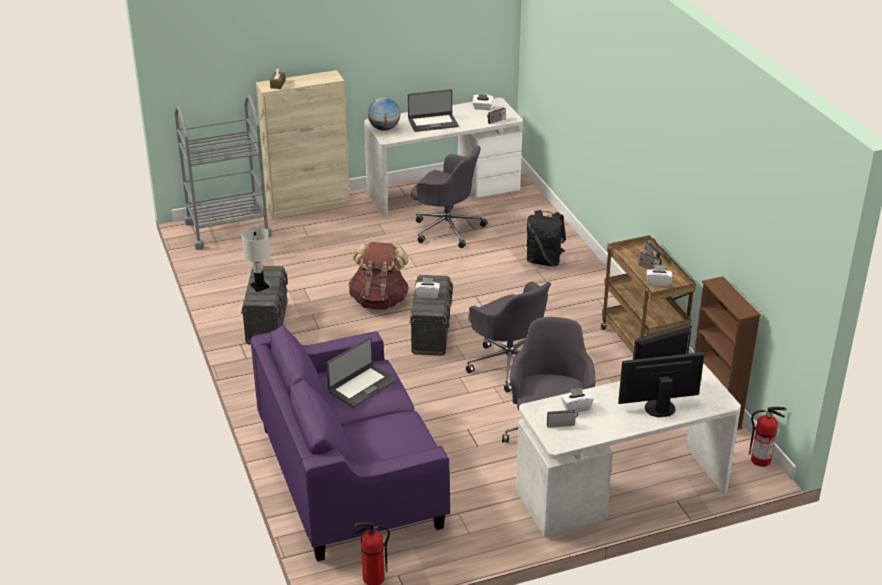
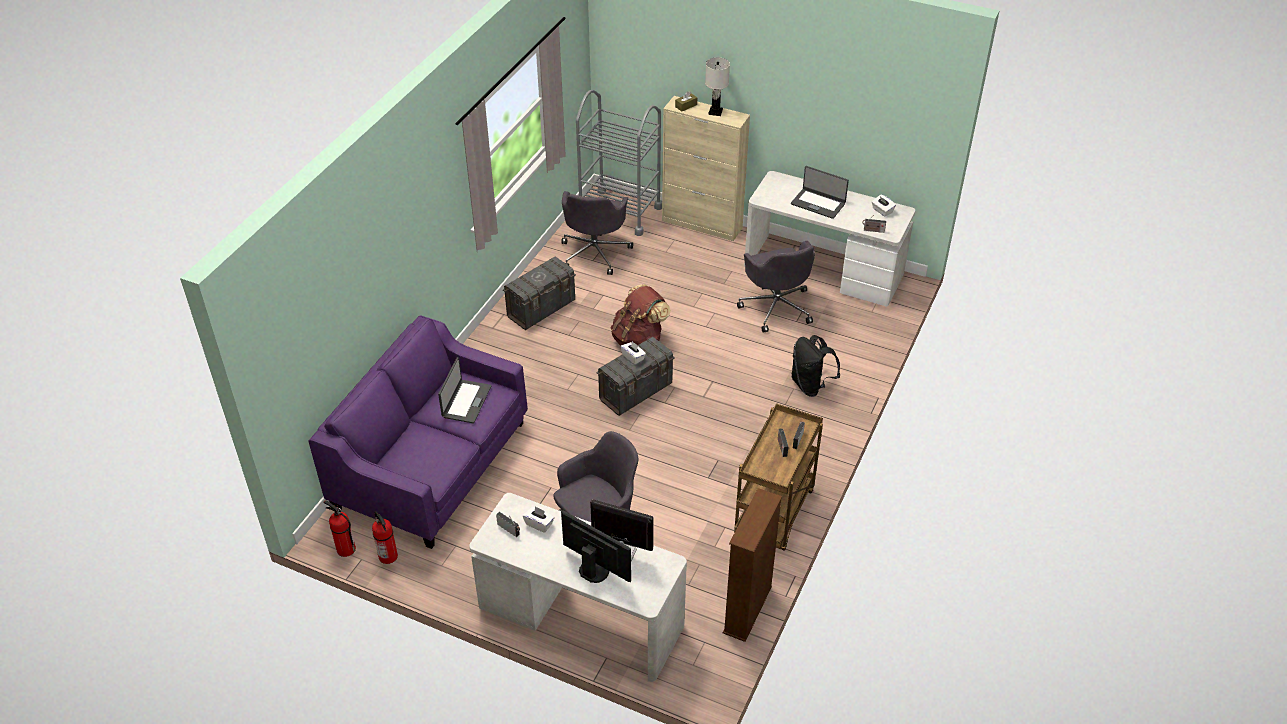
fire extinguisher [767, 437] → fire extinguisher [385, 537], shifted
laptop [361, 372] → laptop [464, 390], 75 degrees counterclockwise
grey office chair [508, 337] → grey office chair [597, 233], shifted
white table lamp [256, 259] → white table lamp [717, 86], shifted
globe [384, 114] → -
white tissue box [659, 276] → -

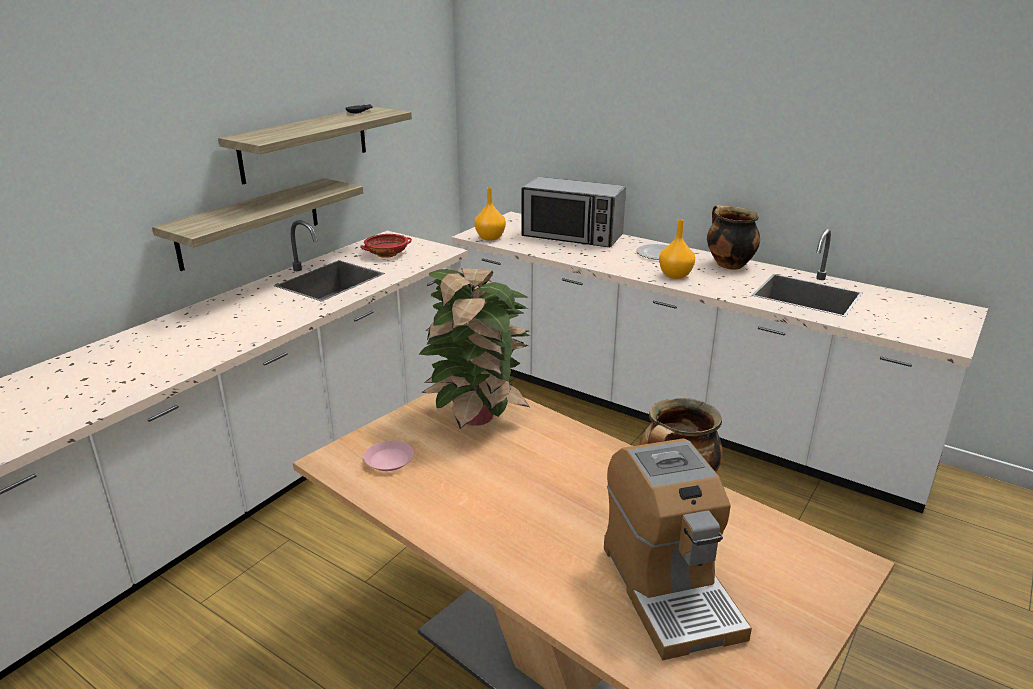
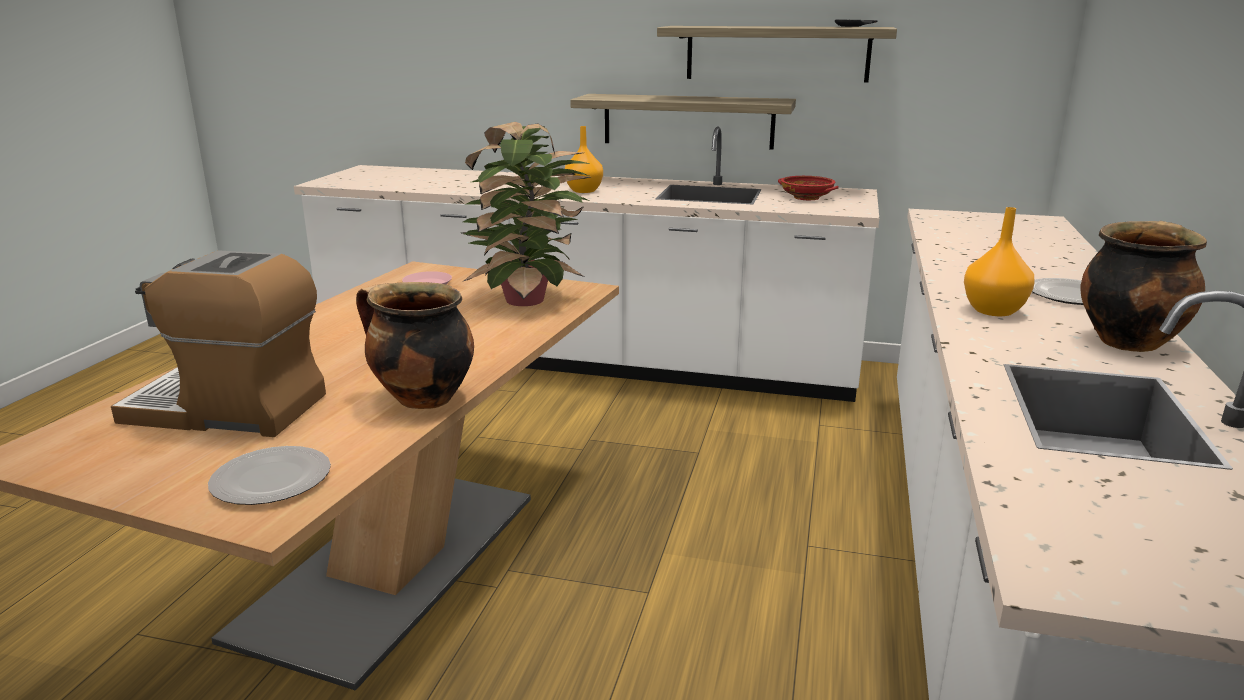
coffee machine [678, 549] → coffee machine [218, 343], 45 degrees clockwise
- → plate [269, 475]
orange vase [490, 214] → orange vase [584, 159], shifted
microwave [573, 212] → -

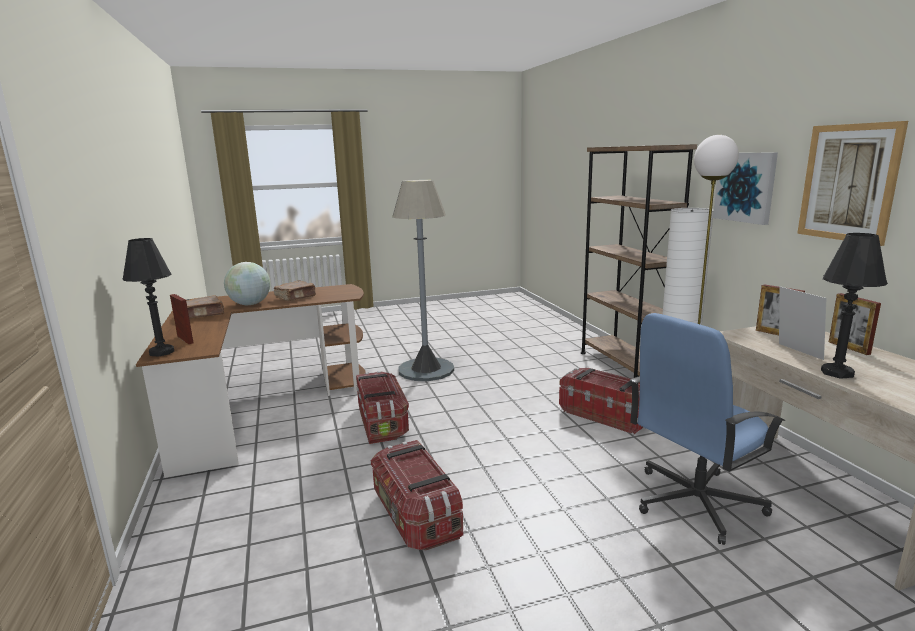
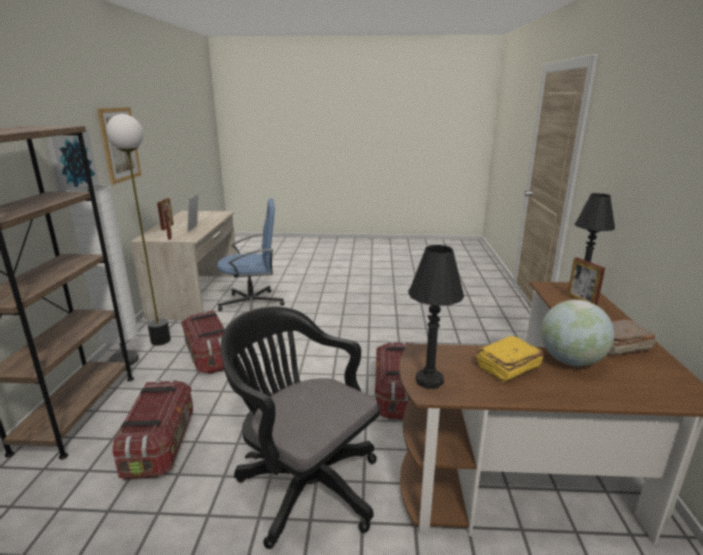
storage box [417, 495] → storage box [153, 430], shifted
grey floor lamp [423, 280] → black office chair [300, 427]
black table lamp [854, 306] → black table lamp [436, 317], shifted
brown book [294, 291] → yellow book [510, 359]

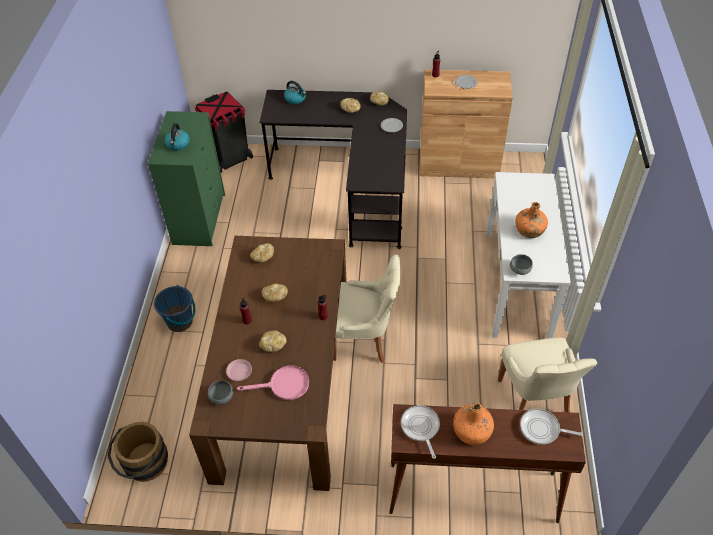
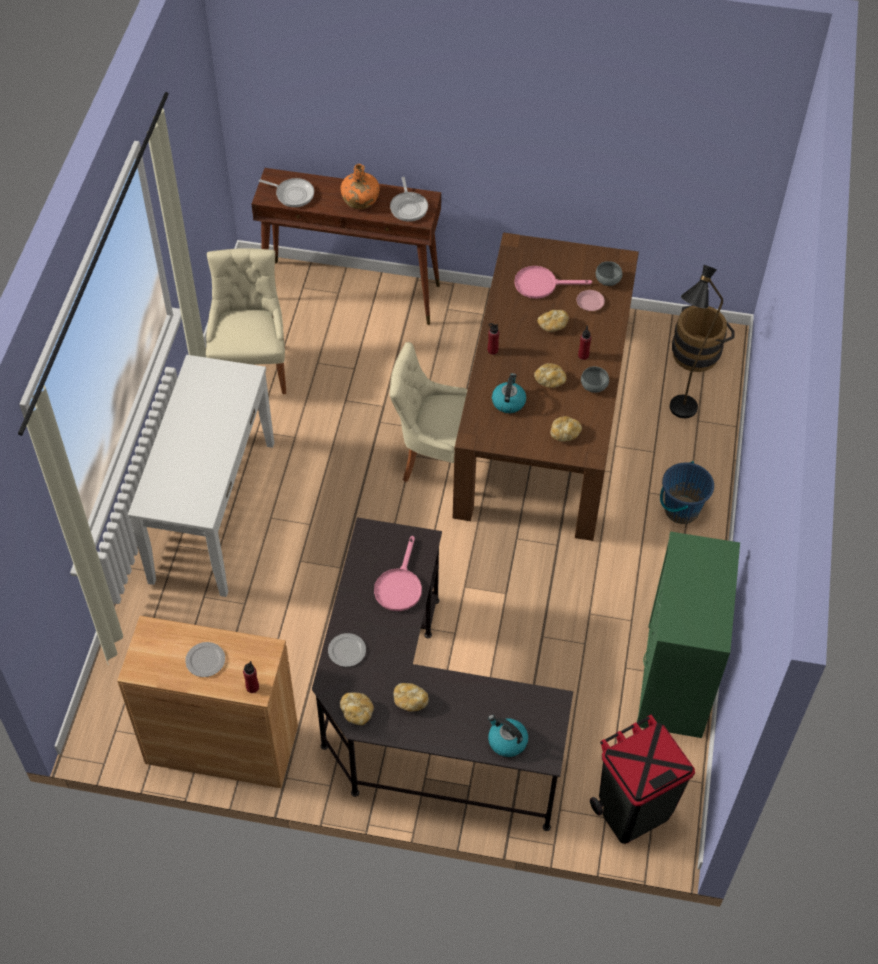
- → pink frying pan [398, 573]
kettle [177, 136] → kettle [509, 393], shifted
grey bowl [521, 264] → grey bowl [595, 379], shifted
- → black floor lamp [696, 341]
orange bottle [531, 220] → -

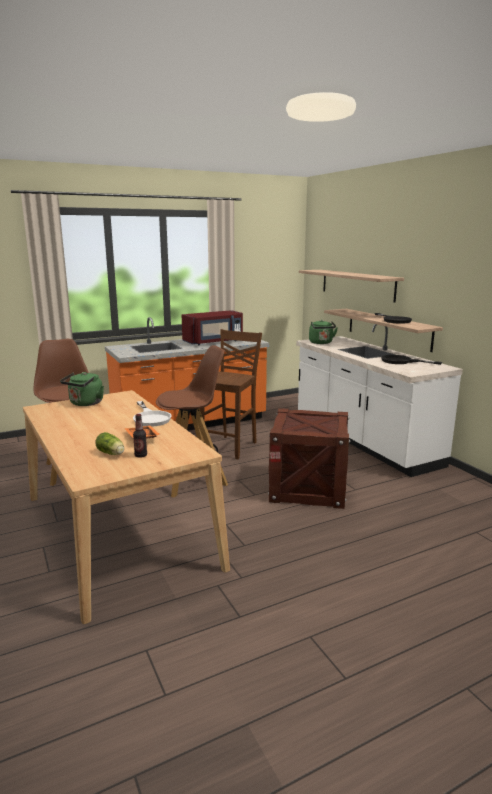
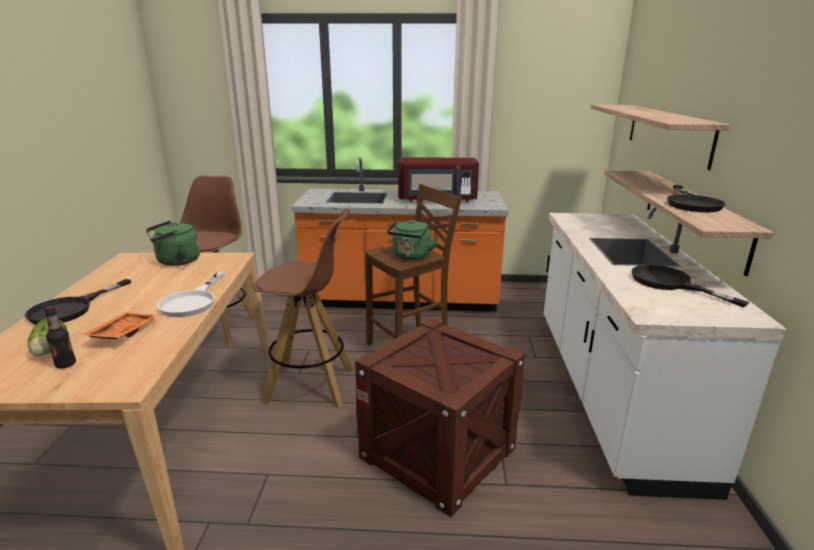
- → black frying pan [78, 301]
green kettle [323, 332] → green kettle [413, 240], shifted

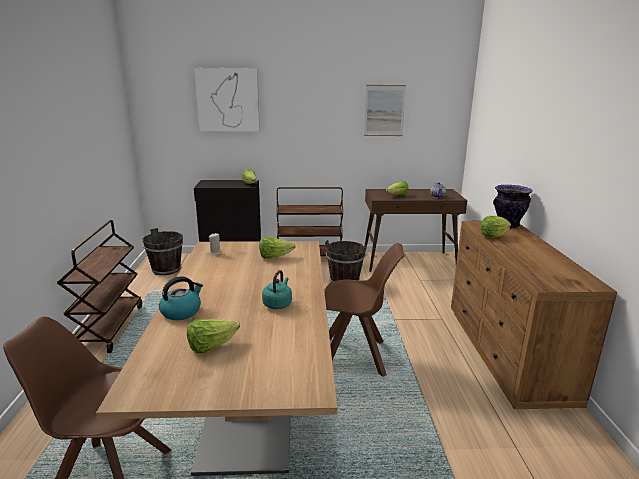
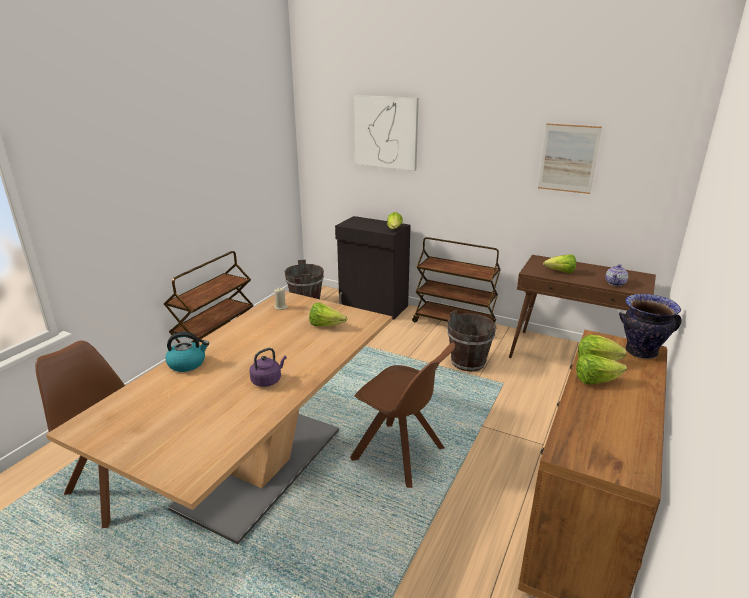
turquoise kettle [277, 289] → purple kettle [268, 367]
lettuce [213, 336] → lettuce [601, 369], shifted

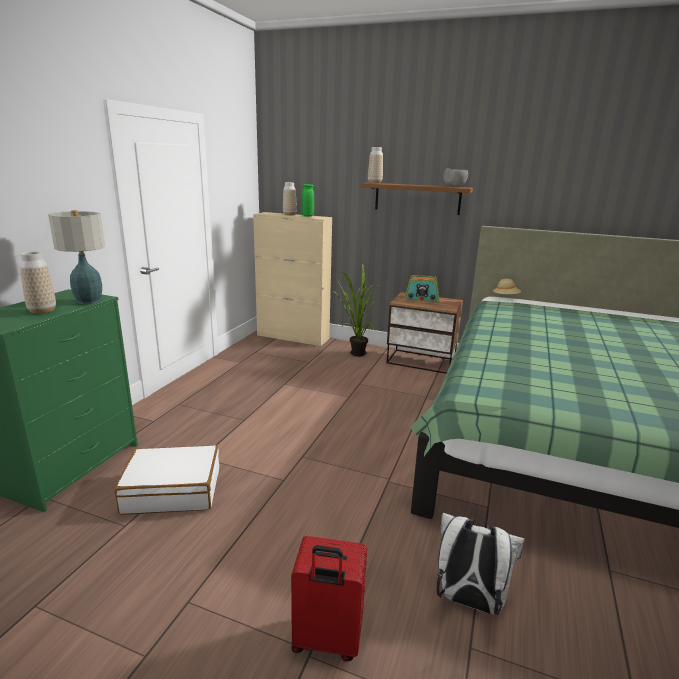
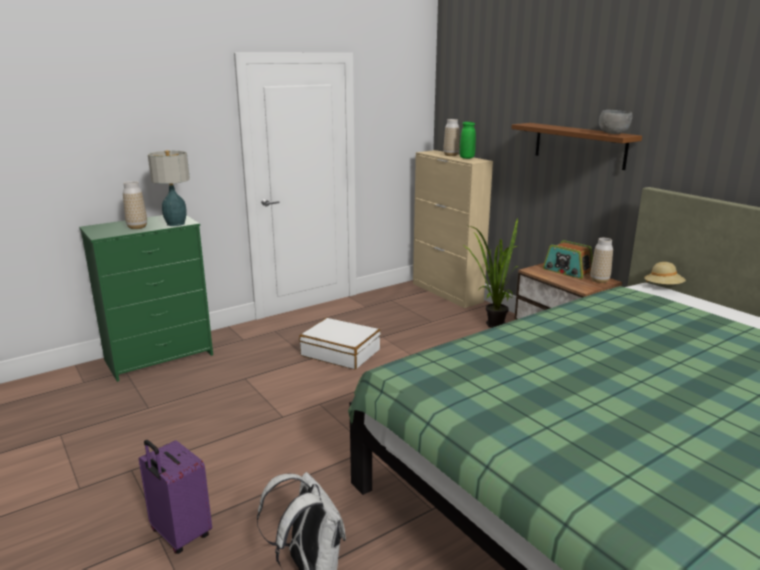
red suitcase [329, 599] → purple suitcase [175, 497]
white suitcase [166, 480] → white suitcase [340, 343], shifted
vase [375, 165] → vase [601, 260], shifted

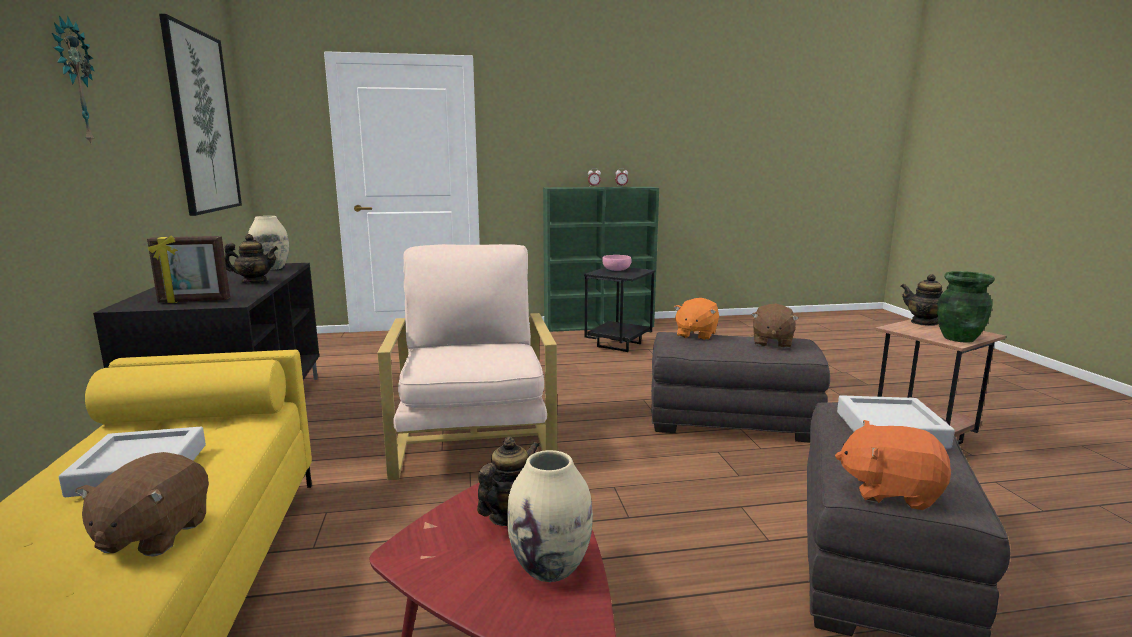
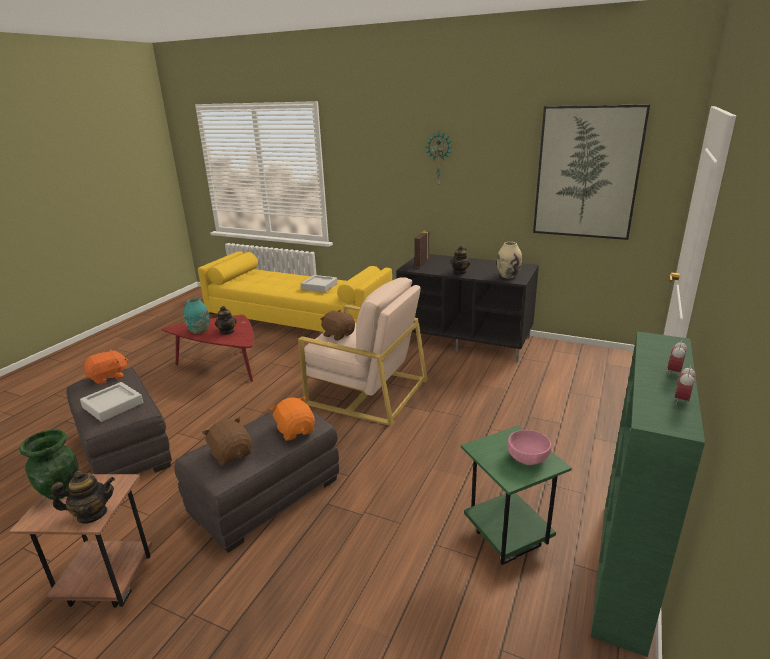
beige vase [550, 516] → turquoise vase [196, 316]
brown plush toy [142, 504] → brown plush toy [337, 325], shifted
black side table [619, 309] → green side table [516, 495]

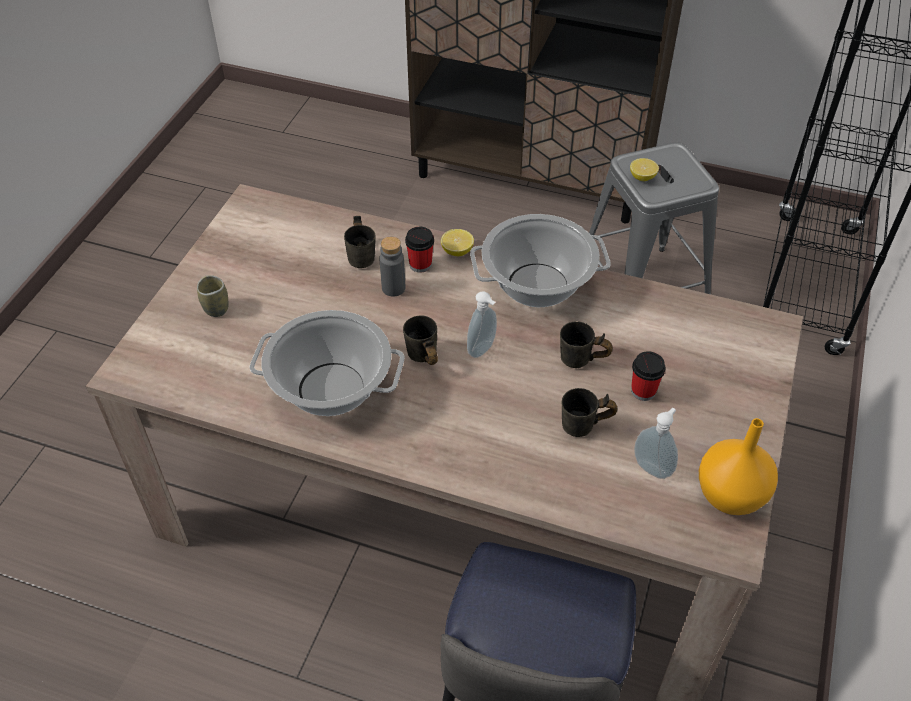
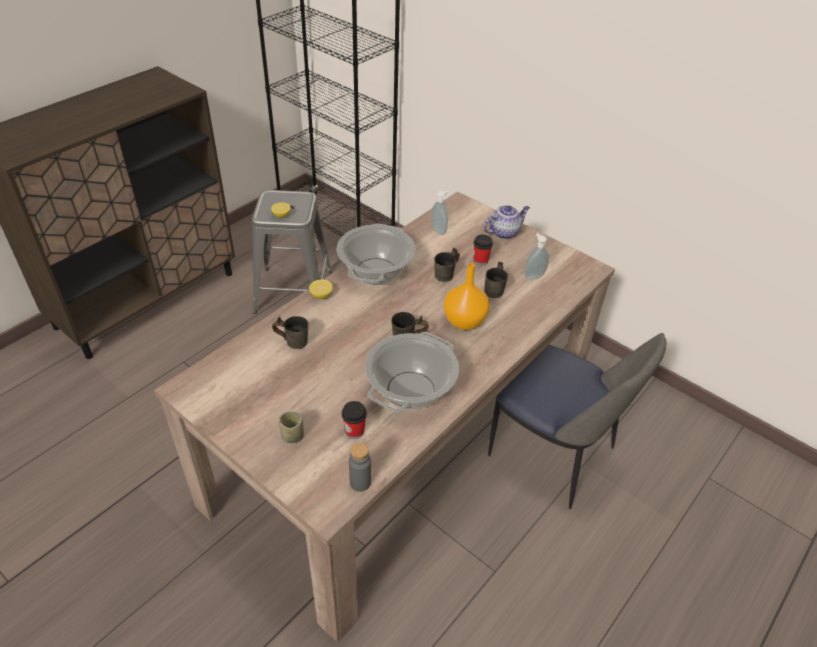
cup [419, 250] → cup [354, 420], shifted
grey bottle [392, 267] → grey bottle [360, 467], shifted
soap dispenser [482, 324] → soap dispenser [440, 213], shifted
orange vase [738, 466] → orange vase [467, 296], shifted
- → teapot [506, 222]

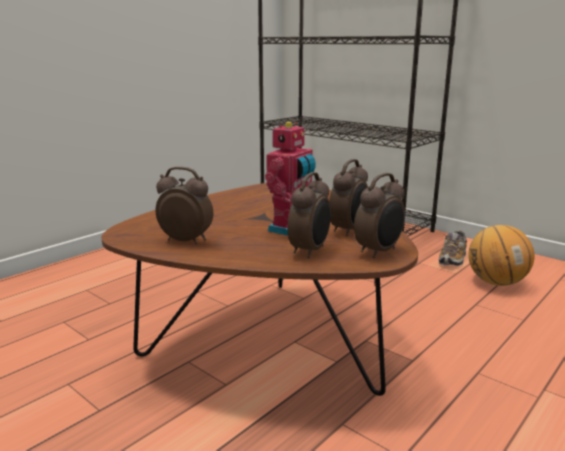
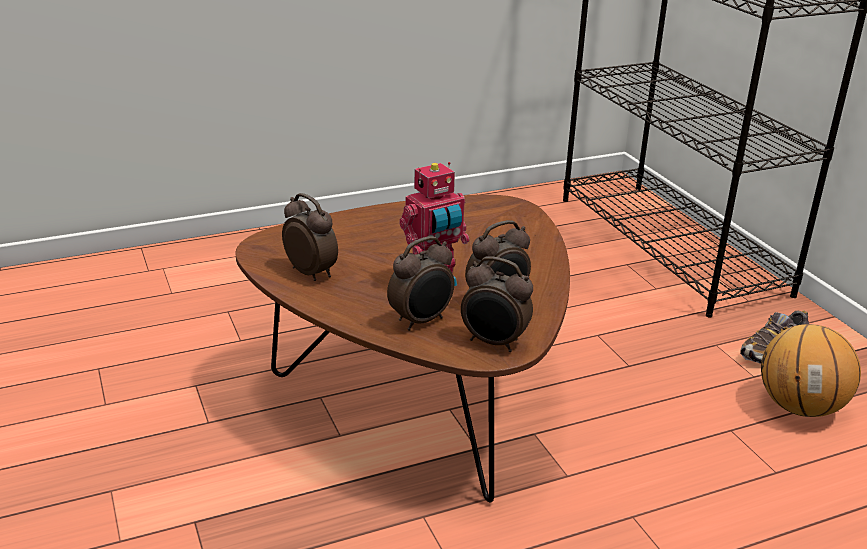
alarm clock [379, 215] → alarm clock [497, 304], 45 degrees clockwise

